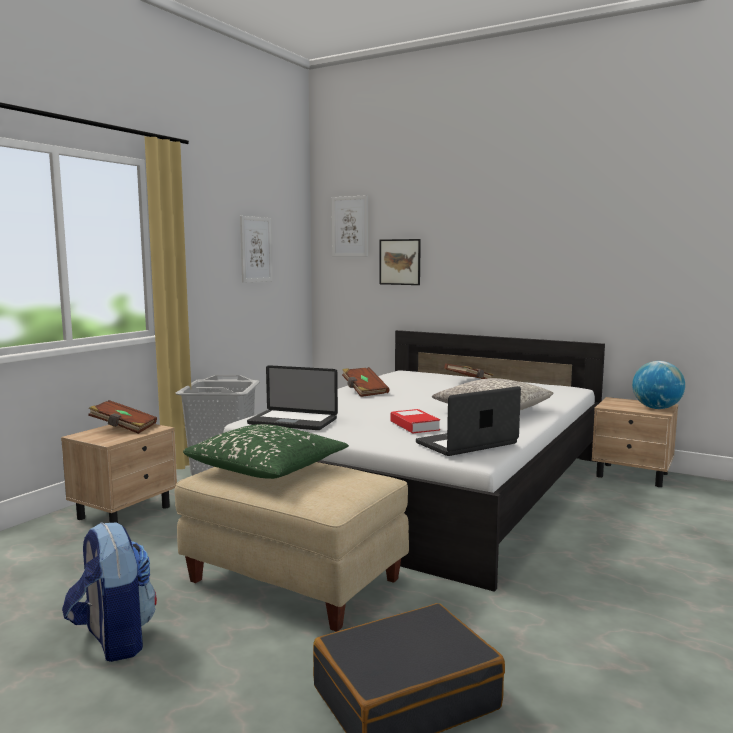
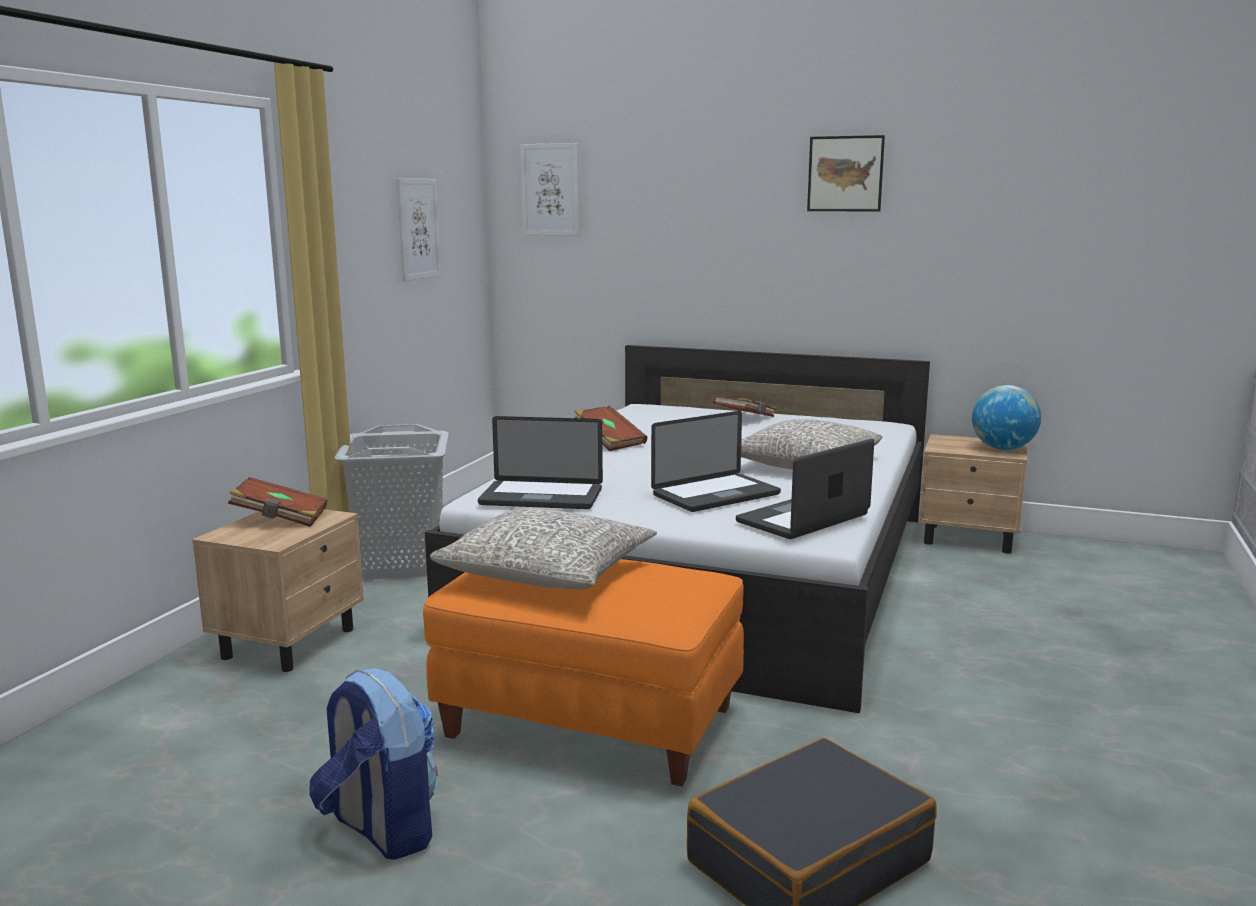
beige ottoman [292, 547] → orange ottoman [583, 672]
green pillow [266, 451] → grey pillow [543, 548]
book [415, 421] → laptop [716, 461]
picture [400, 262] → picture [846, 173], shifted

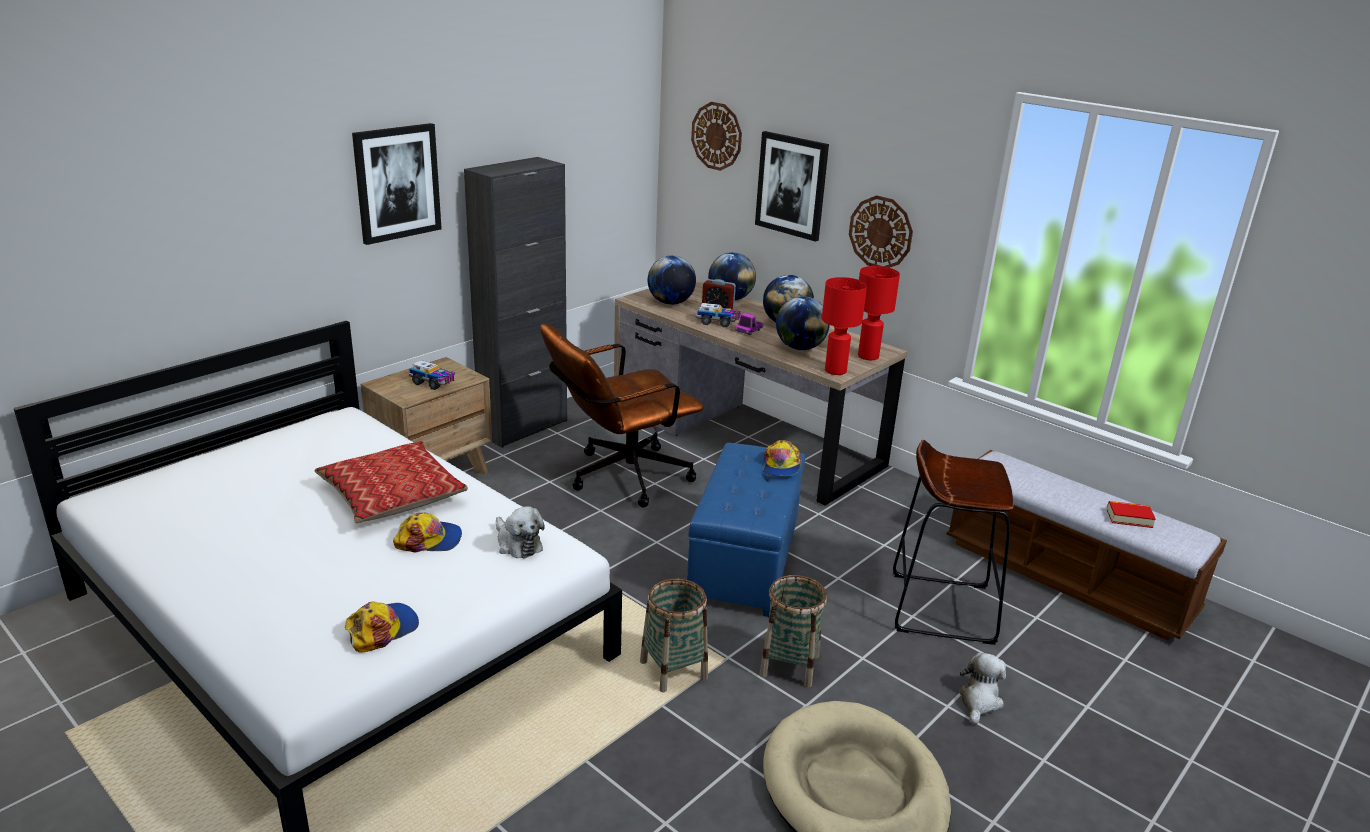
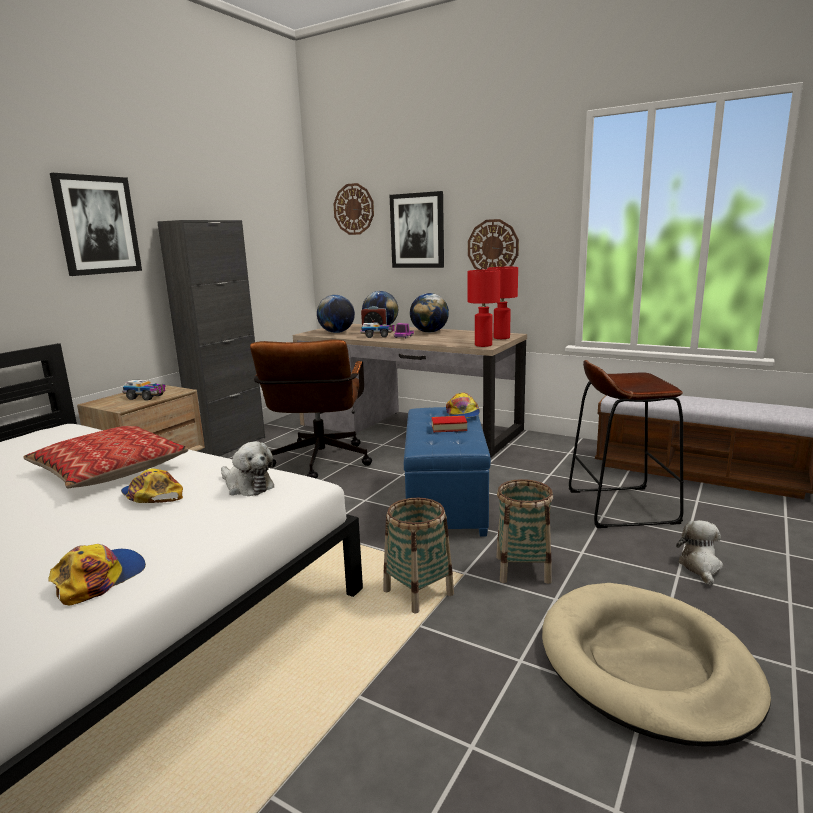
cap [427, 532] → cap [152, 486], 120 degrees counterclockwise
brown office chair [622, 416] → brown office chair [311, 409], 45 degrees counterclockwise
book [1131, 514] → book [449, 424], shifted
globe [803, 323] → -

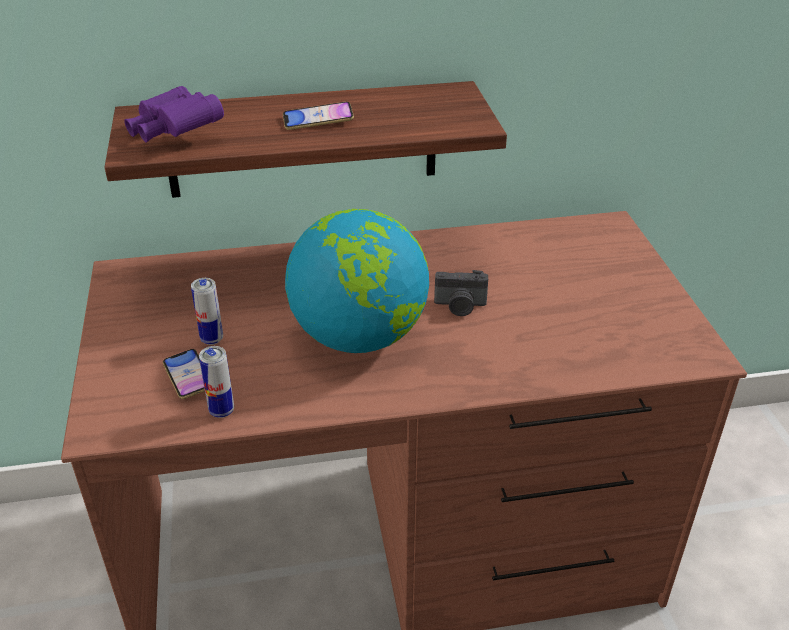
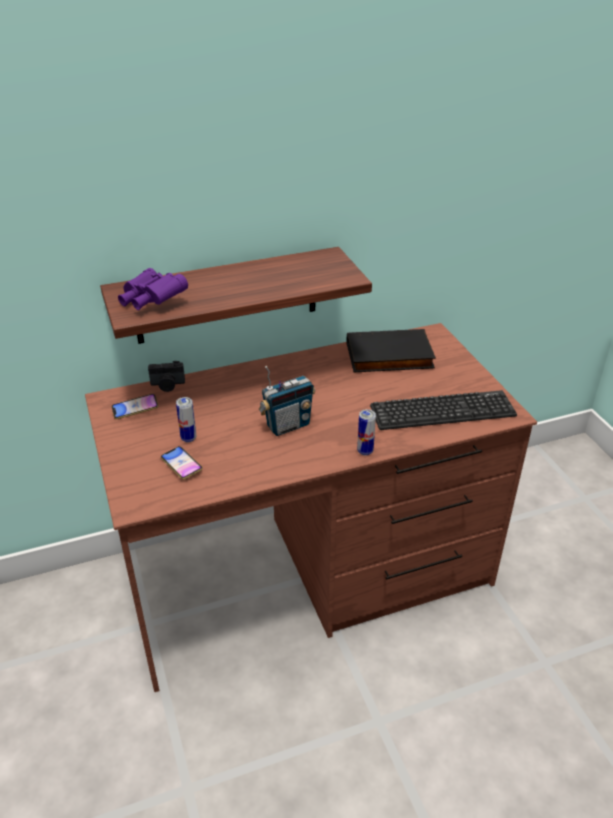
phone [318, 116] → phone [135, 406], shifted
photo camera [461, 293] → photo camera [166, 376], shifted
globe [357, 281] → radio [287, 401]
- → black book [391, 350]
can [216, 382] → can [366, 432], shifted
- → keyboard [443, 410]

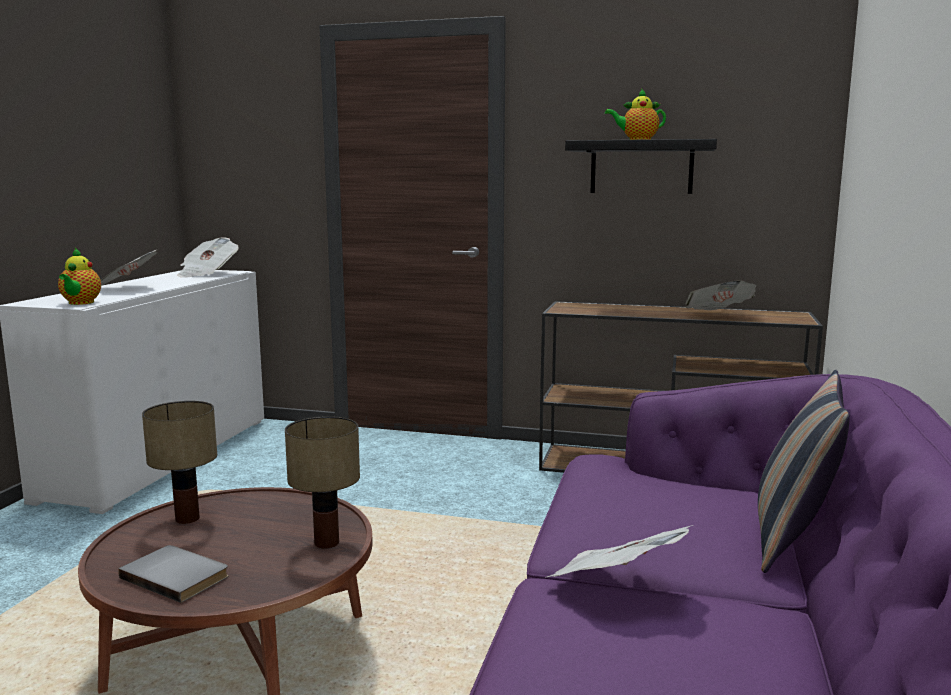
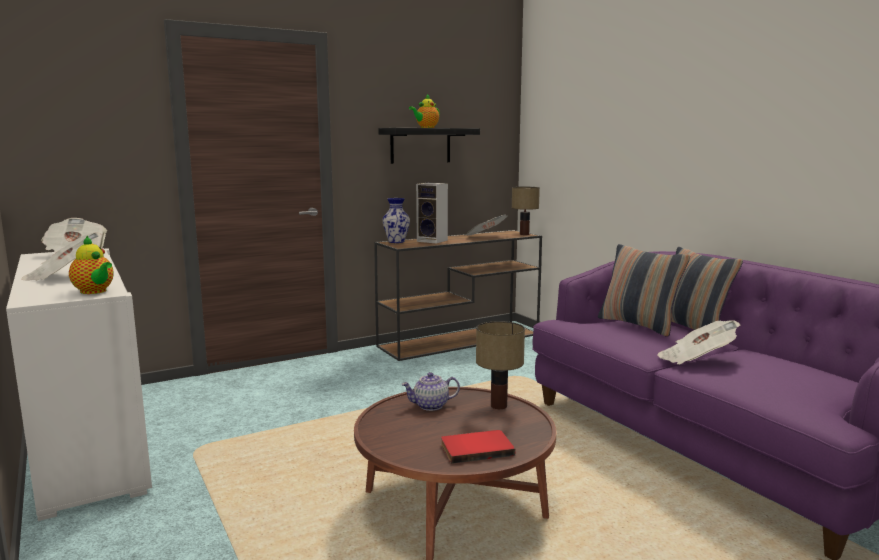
- → vase [396, 220]
- → teapot [430, 391]
- → speaker [432, 213]
grey book [173, 574] → red book [478, 447]
table lamp [179, 462] → table lamp [526, 211], shifted
- → pillow [644, 290]

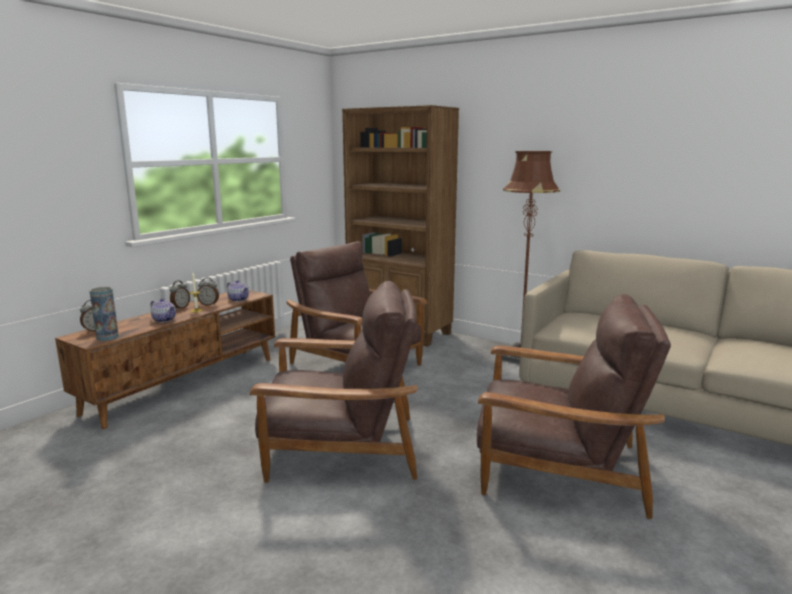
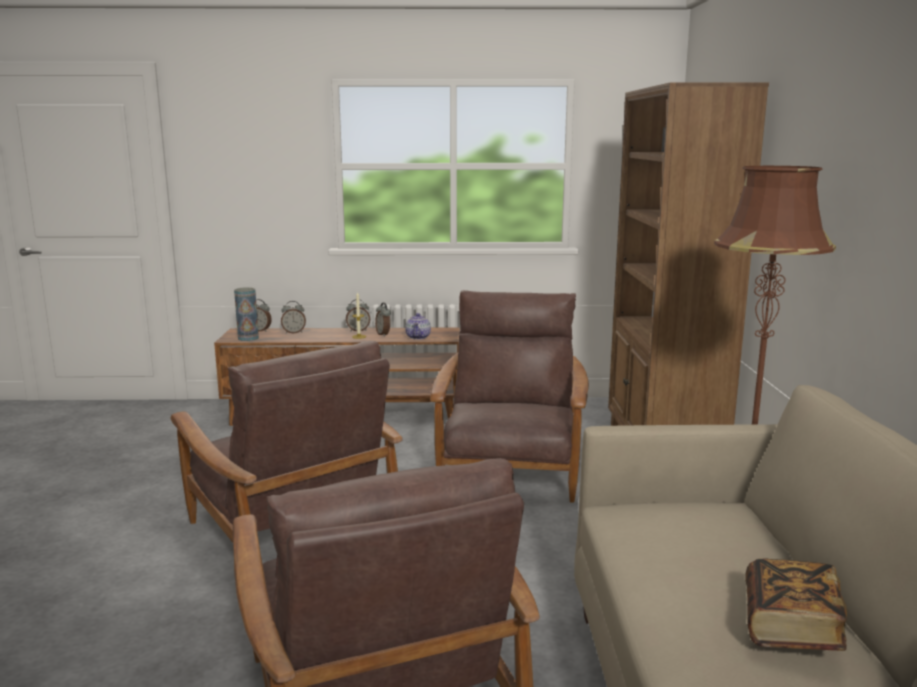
- → alarm clock [293, 317]
- → book [796, 605]
teapot [163, 310] → -

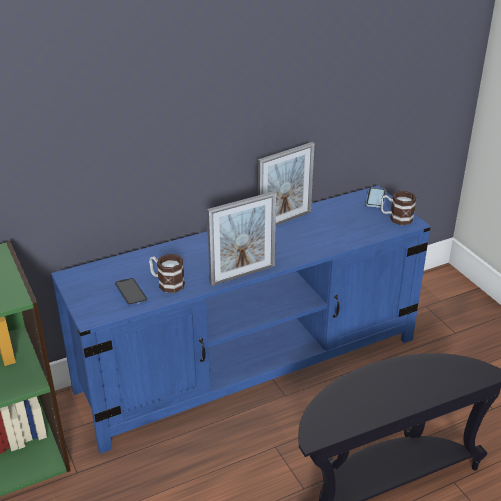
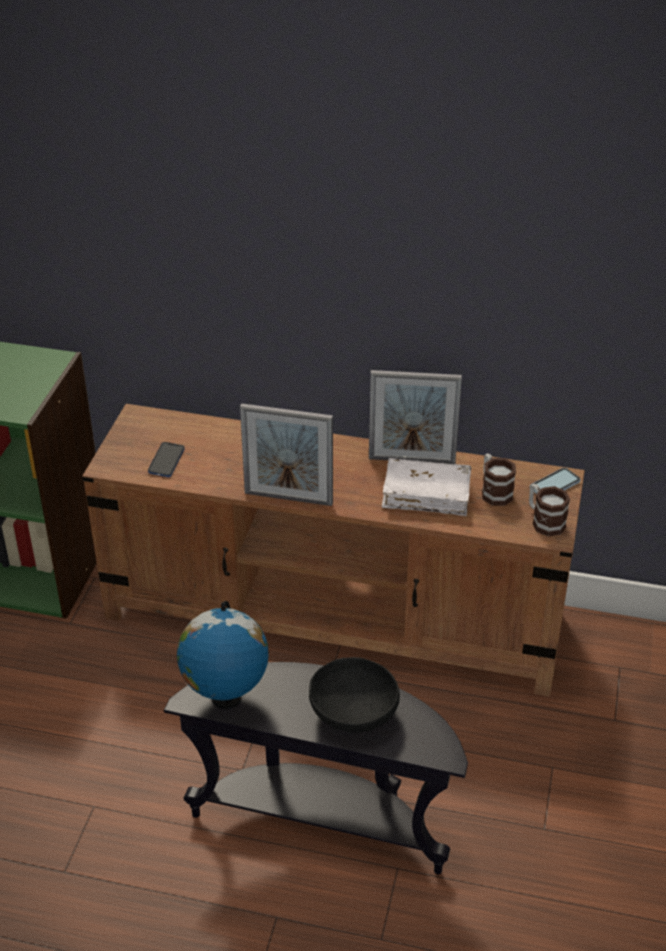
blue tv stand [241, 320] → brown tv stand [333, 550]
- → globe [223, 655]
- → black bowl [354, 695]
- → white book [426, 487]
mug [167, 273] → mug [499, 479], shifted

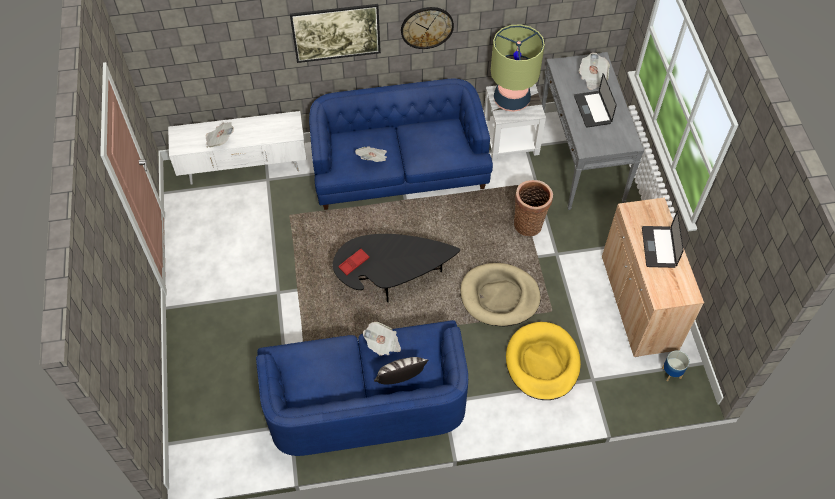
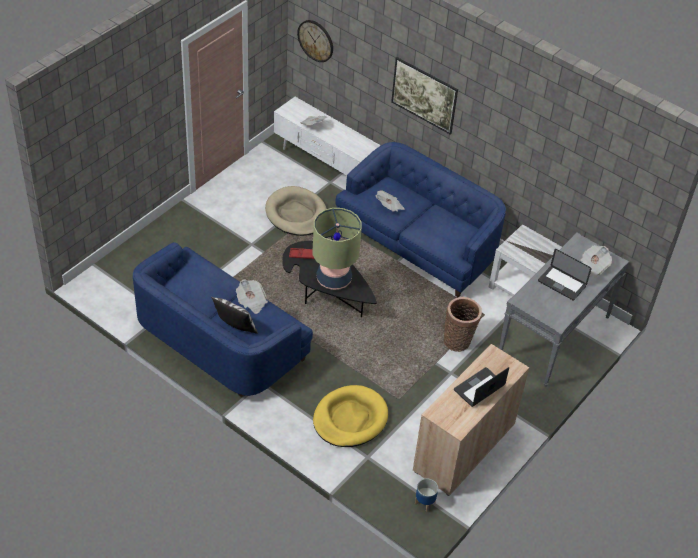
beige dog bed [500, 294] → beige dog bed [296, 211], shifted
wall clock [427, 28] → wall clock [315, 41], shifted
table lamp [518, 68] → table lamp [337, 249], shifted
laptop [595, 100] → laptop [565, 274], 90 degrees counterclockwise

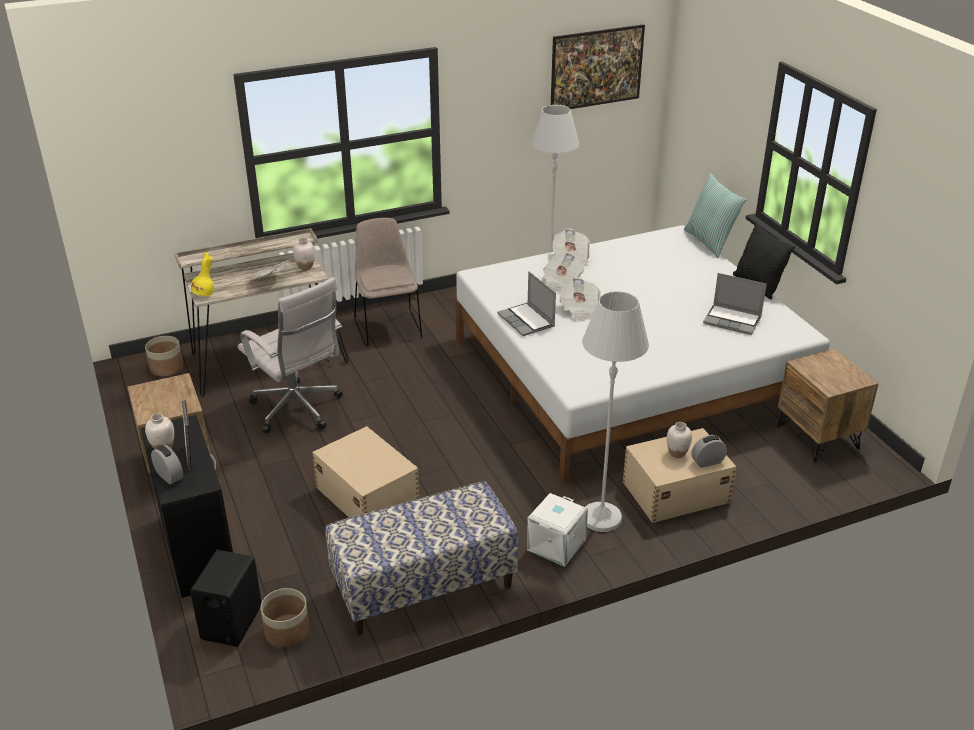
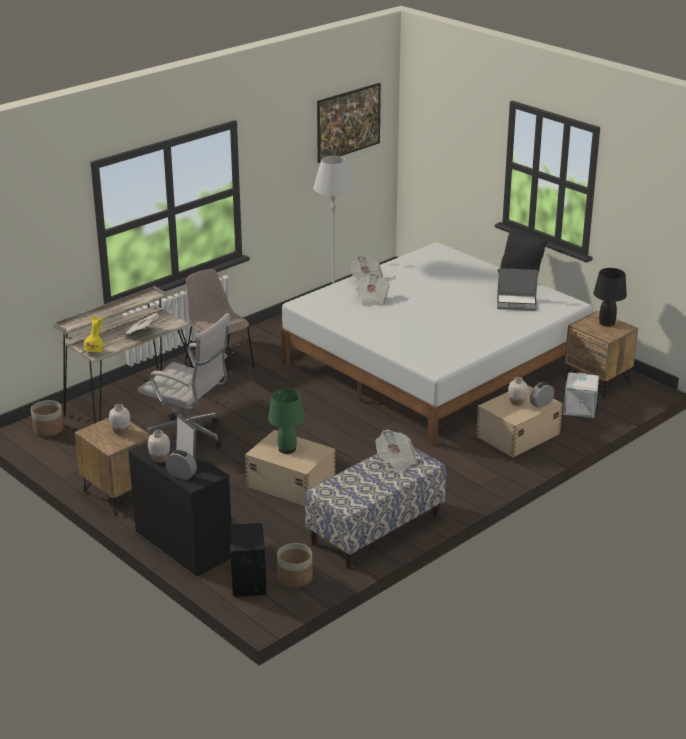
white vase [304, 254] → white vase [119, 419], shifted
- → green table lamp [286, 421]
newspaper [580, 299] → newspaper [396, 451], shifted
white storage box [557, 530] → white storage box [581, 395], shifted
- → black table lamp [610, 297]
laptop [526, 303] → -
white floor lamp [615, 411] → -
pillow [715, 215] → -

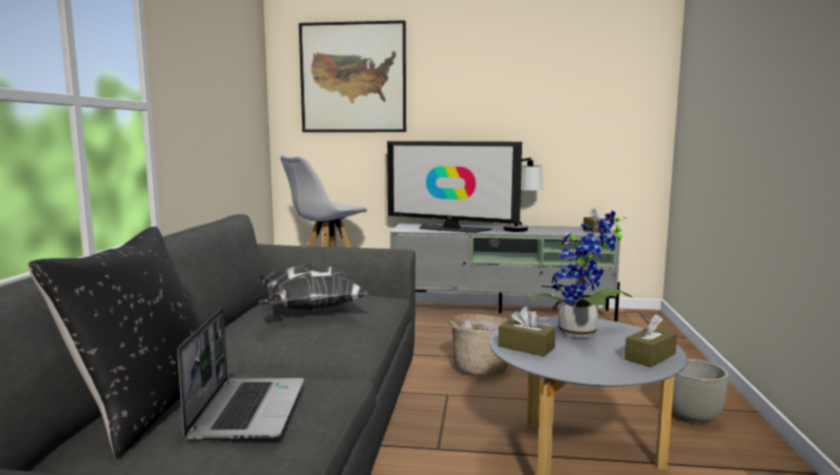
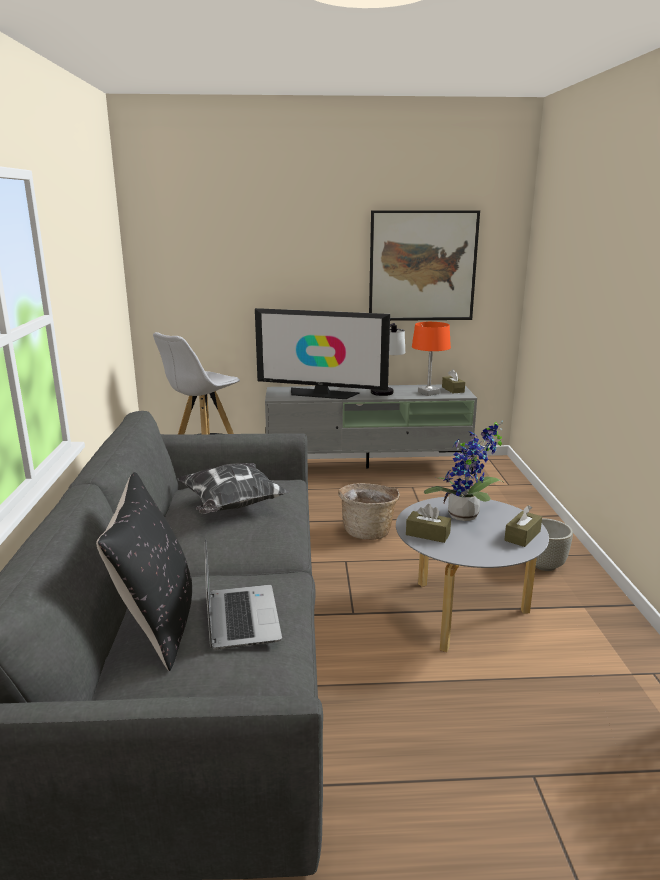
picture [352, 76] → picture [424, 265], shifted
- → orange table lamp [431, 359]

